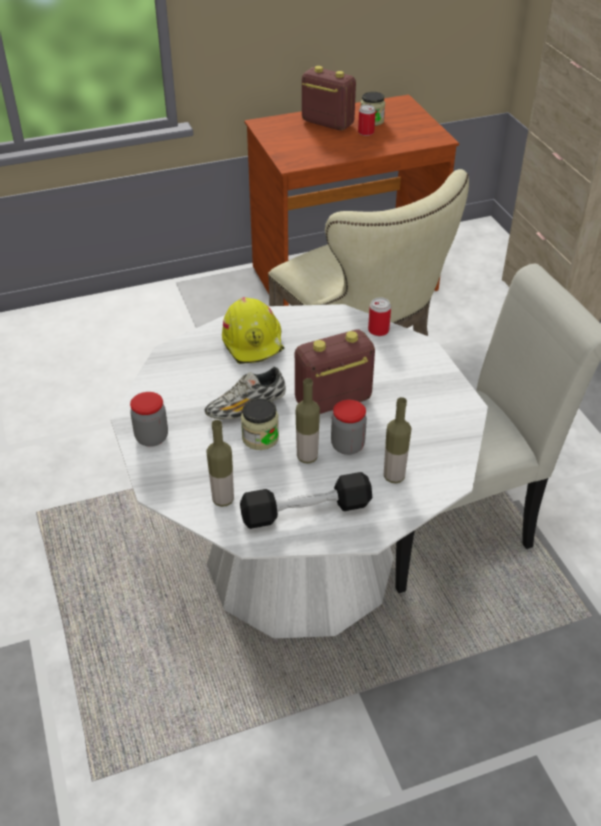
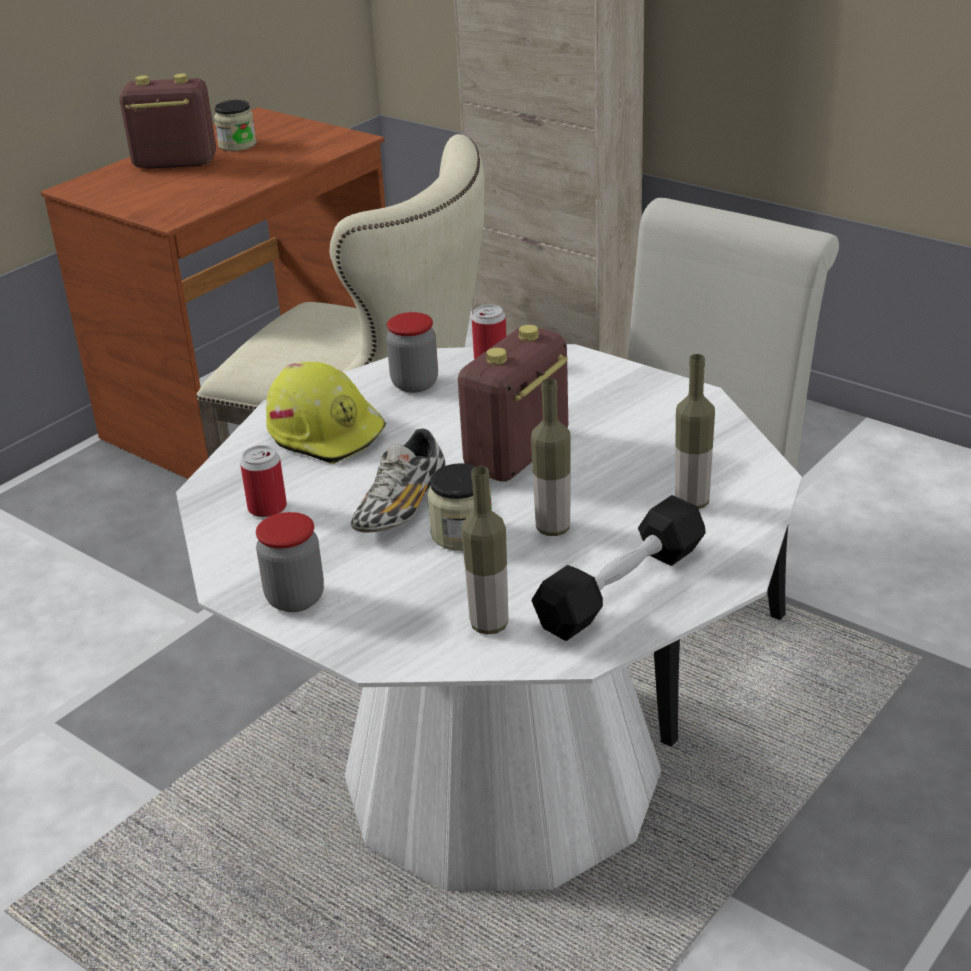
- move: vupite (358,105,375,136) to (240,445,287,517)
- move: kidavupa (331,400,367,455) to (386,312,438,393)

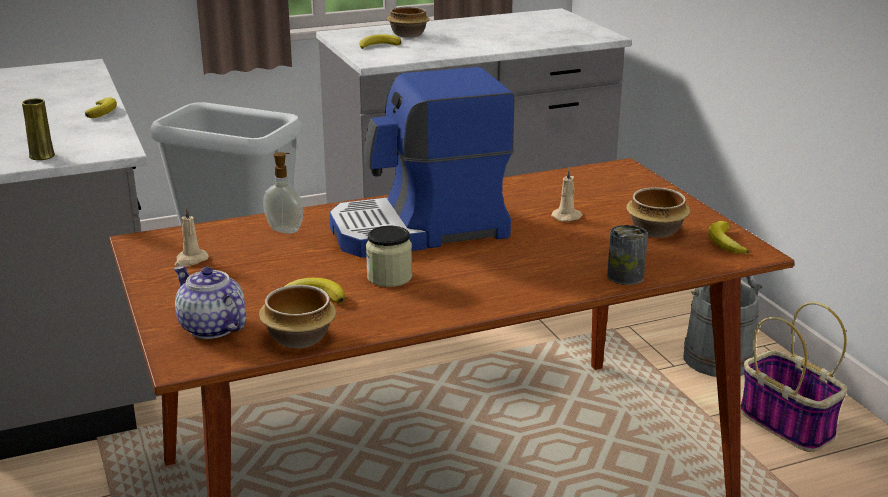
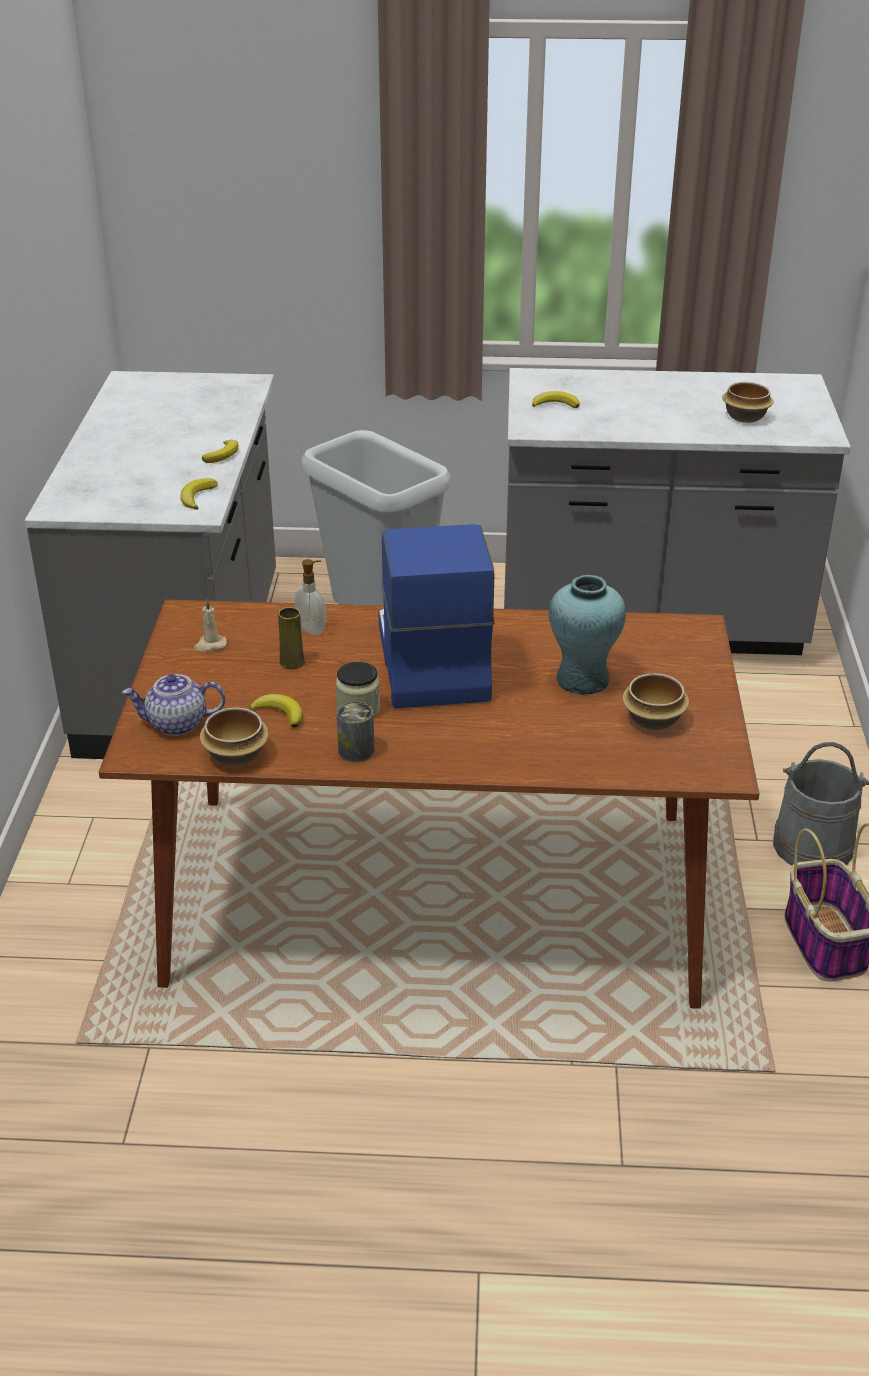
- move: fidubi (387,7,430,38) to (722,382,773,423)
- rotate: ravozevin (329,66,515,258) = (378,524,495,708) 75 degrees clockwise
- move: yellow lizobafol (22,98,55,160) to (278,607,305,669)
- replace: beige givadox (552,167,582,222) to turquoise lizobafol (549,575,626,695)
- move: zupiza (708,221,749,254) to (180,478,218,510)
- move: vupite (607,225,648,285) to (337,702,374,762)
- rotate: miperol (174,266,246,339) = (122,674,225,736) 75 degrees counterclockwise

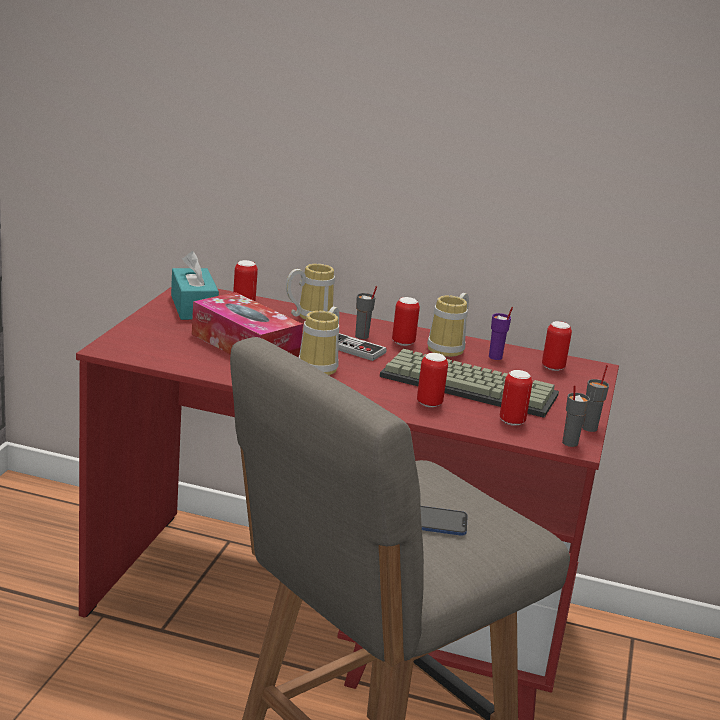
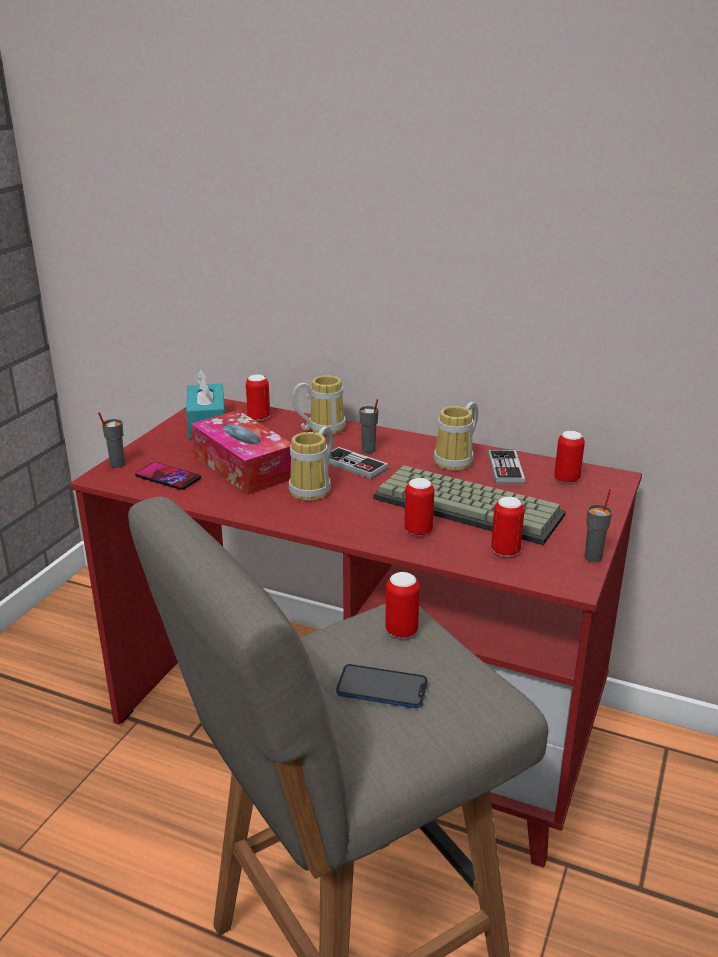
- move: vupite (392,297,420,346) to (385,572,420,638)
- replace: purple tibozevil (489,307,513,360) to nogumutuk (488,450,525,485)
- move: grey tibozevil (562,385,590,447) to (98,412,125,468)
- insert: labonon (135,462,201,490)

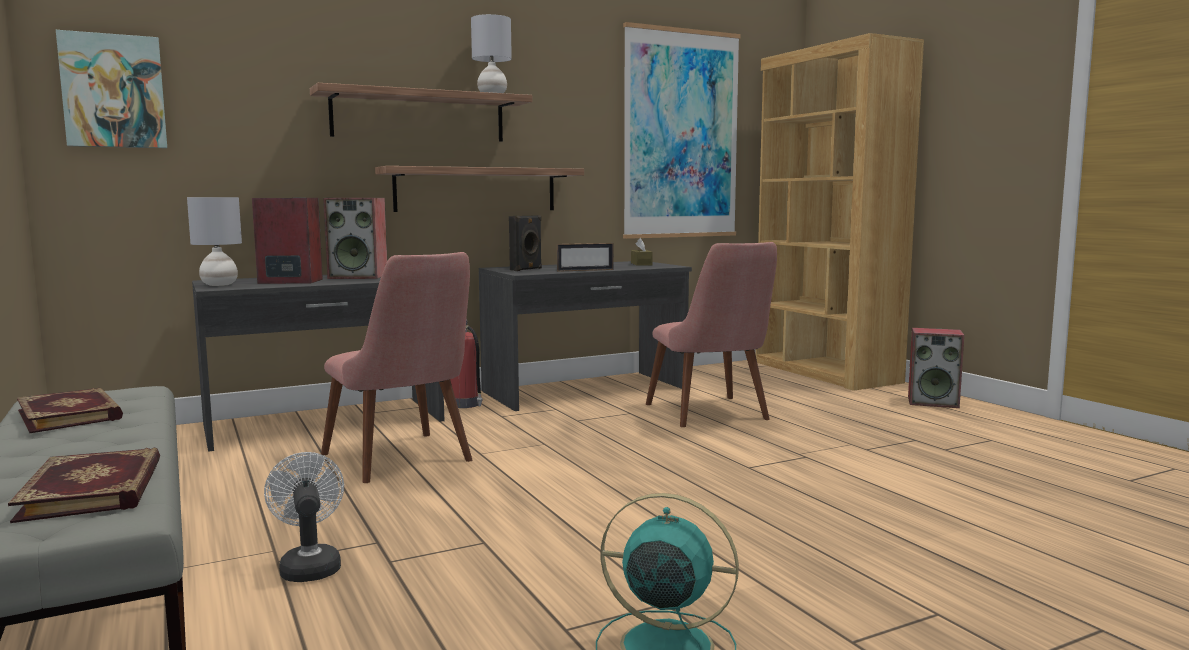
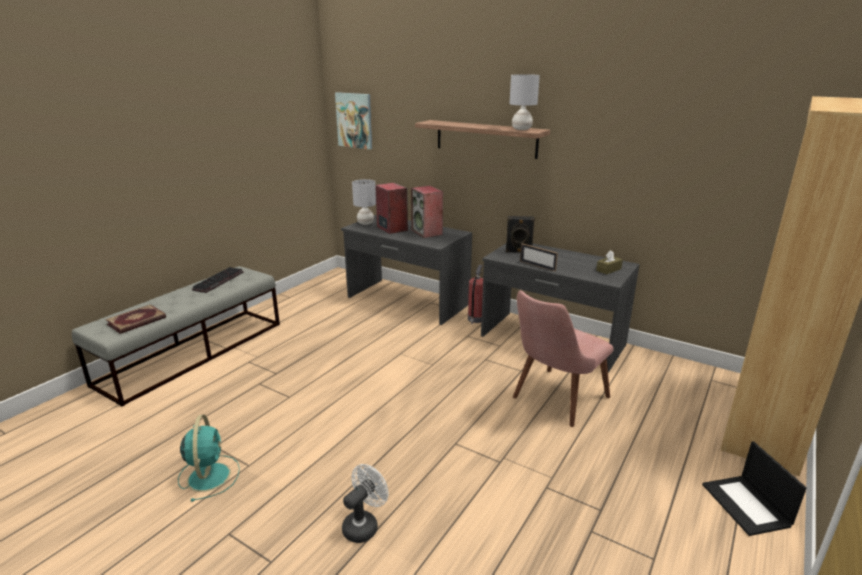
- delete: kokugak (623,22,741,239)
- delete: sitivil (375,166,584,212)
- delete: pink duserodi (321,252,473,483)
- replace: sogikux (908,328,964,408) to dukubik (702,441,807,536)
- replace: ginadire (17,388,123,433) to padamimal (192,267,244,293)
- move: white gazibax (264,452,344,582) to (342,464,389,543)

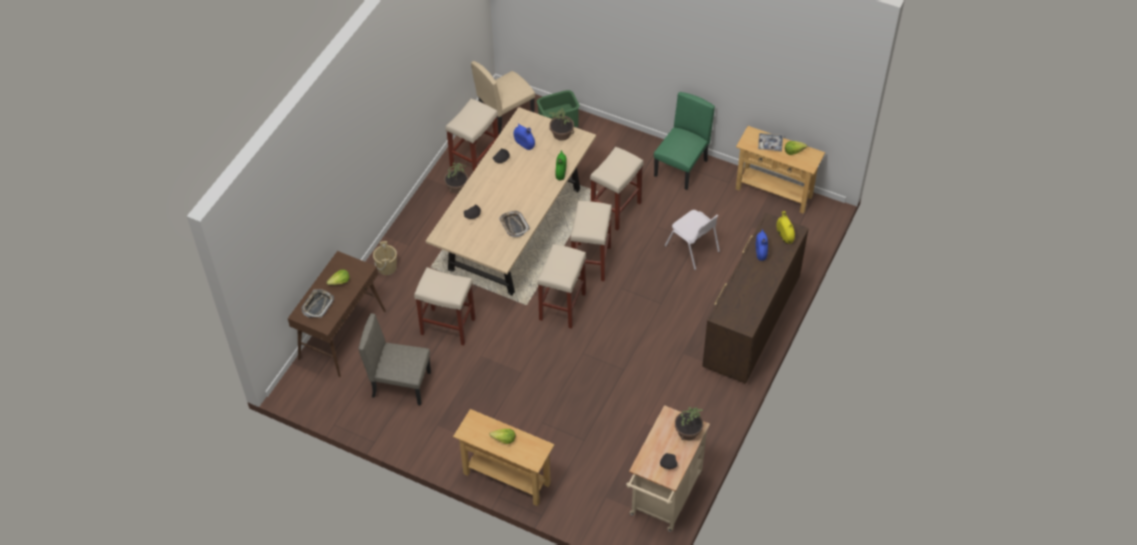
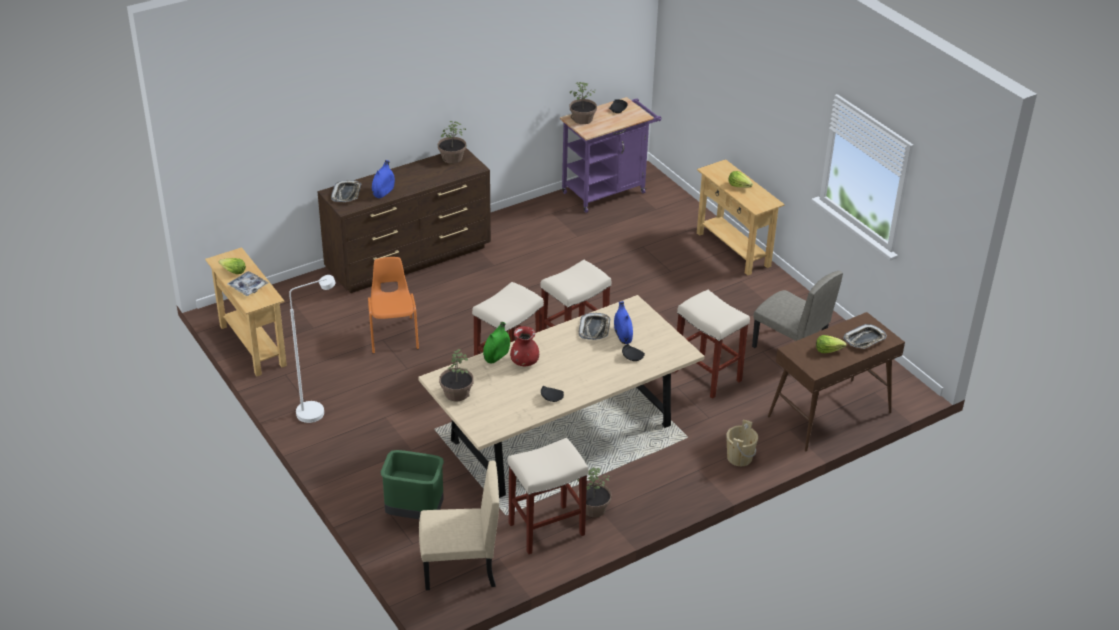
- replace: green duserodi (654,92,715,190) to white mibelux (289,275,336,423)
- move: blue lizobafol (514,123,535,150) to (614,301,633,344)
- delete: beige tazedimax (590,147,643,230)
- recolor: white duserodi (665,210,720,270) to orange duserodi (368,257,419,354)
- replace: yellow lizobafol (776,211,795,244) to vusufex (331,180,362,202)
- recolor: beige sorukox (626,405,710,532) to purple sorukox (560,97,661,213)
- insert: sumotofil (438,121,466,164)
- insert: red lizobafol (510,326,539,366)

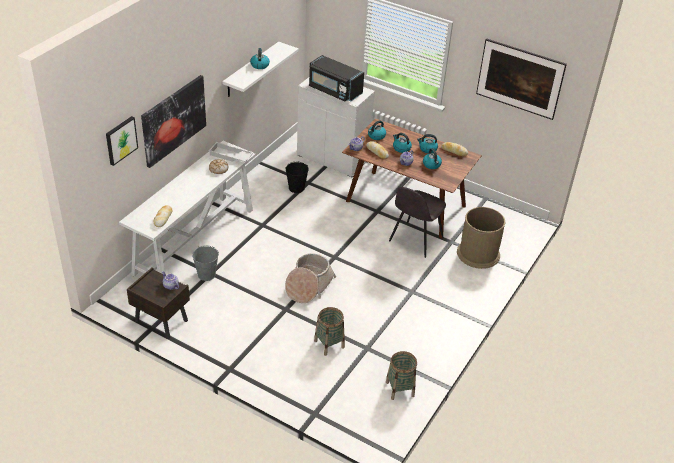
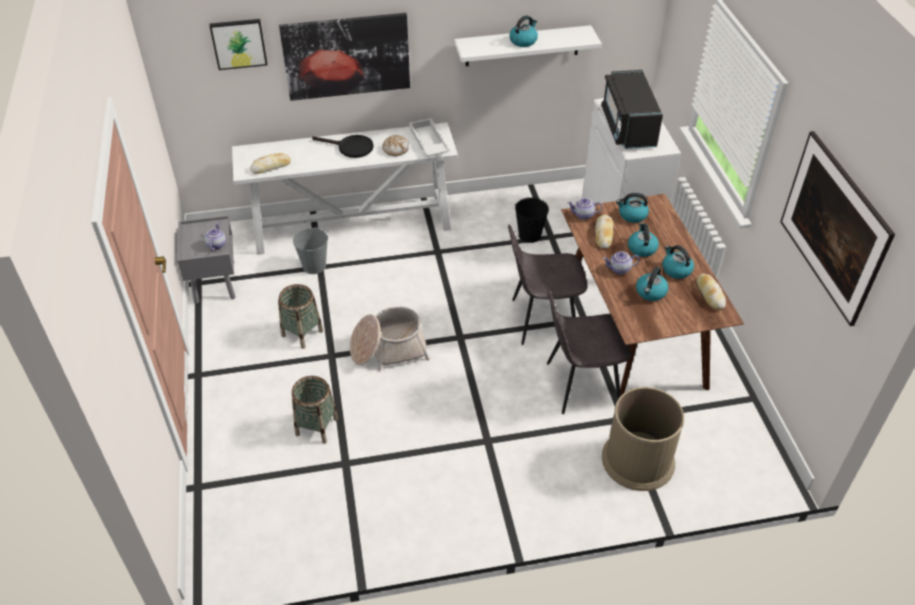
- recolor: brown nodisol (127,267,190,339) to grey nodisol (177,215,235,304)
- move: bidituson (386,351,417,400) to (278,284,323,349)
- insert: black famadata (312,135,373,158)
- insert: grey duserodi (508,224,587,345)

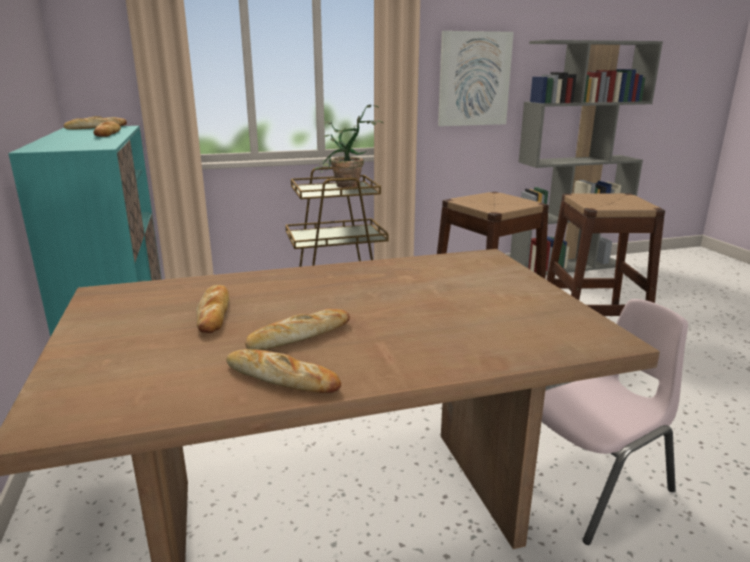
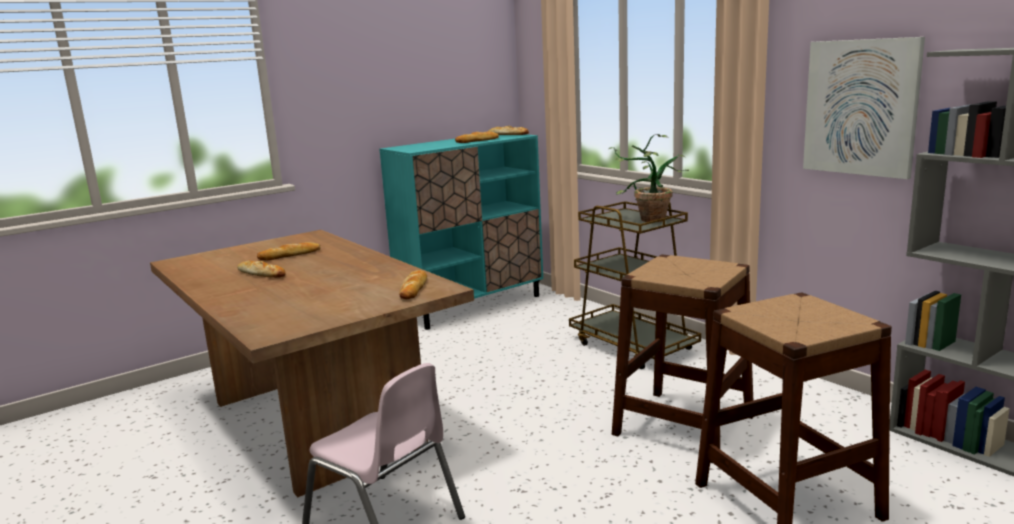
- move: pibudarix (227,349,341,393) to (399,270,427,299)

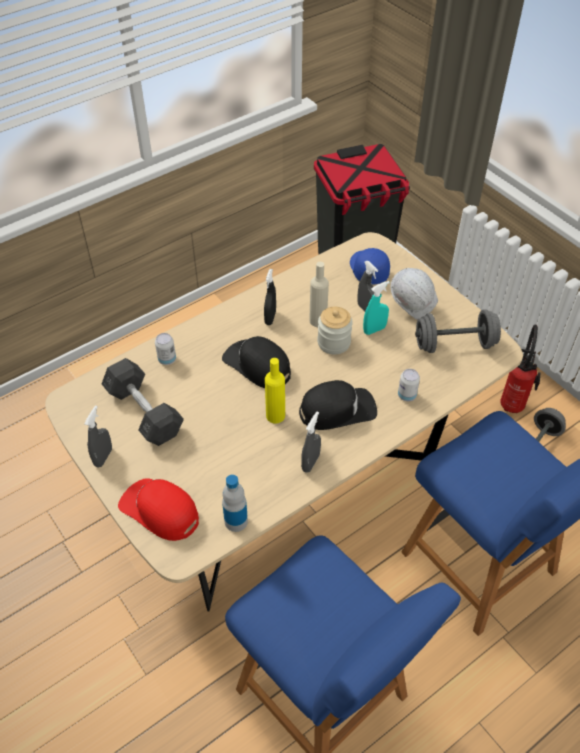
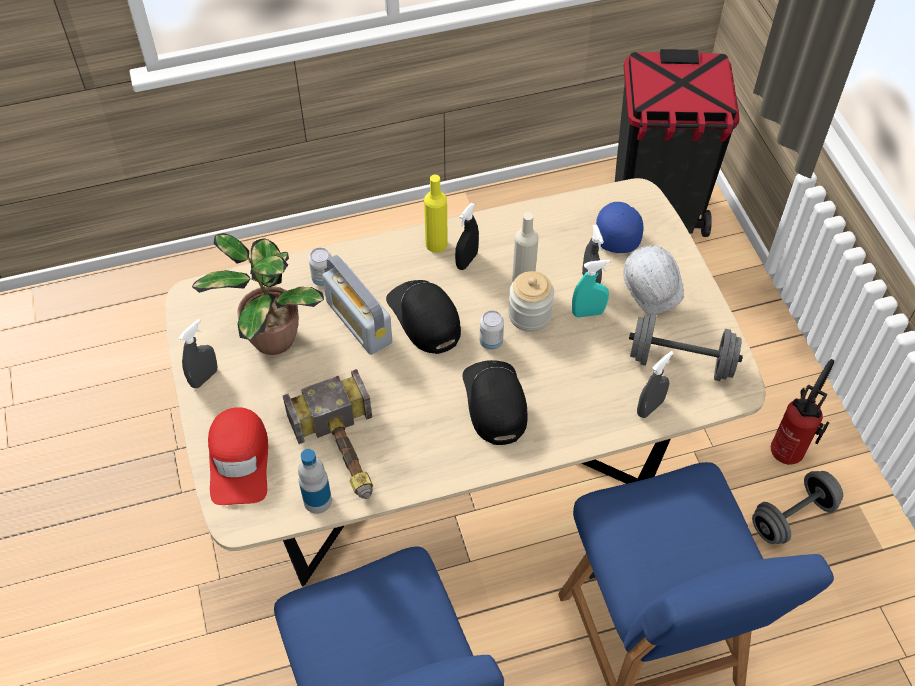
- replace: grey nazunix (102,358,184,446) to sumotofil (192,233,324,355)
- move: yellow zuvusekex (265,358,285,424) to (424,175,448,253)
- move: vupite (398,369,420,401) to (480,311,504,350)
- rotate: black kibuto (299,380,377,430) = (462,360,528,445) 105 degrees counterclockwise
- move: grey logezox (301,411,321,473) to (637,351,674,418)
- rotate: red kibuto (118,478,199,541) = (208,407,268,505) 150 degrees counterclockwise
- insert: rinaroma (322,255,392,355)
- insert: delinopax (282,369,373,499)

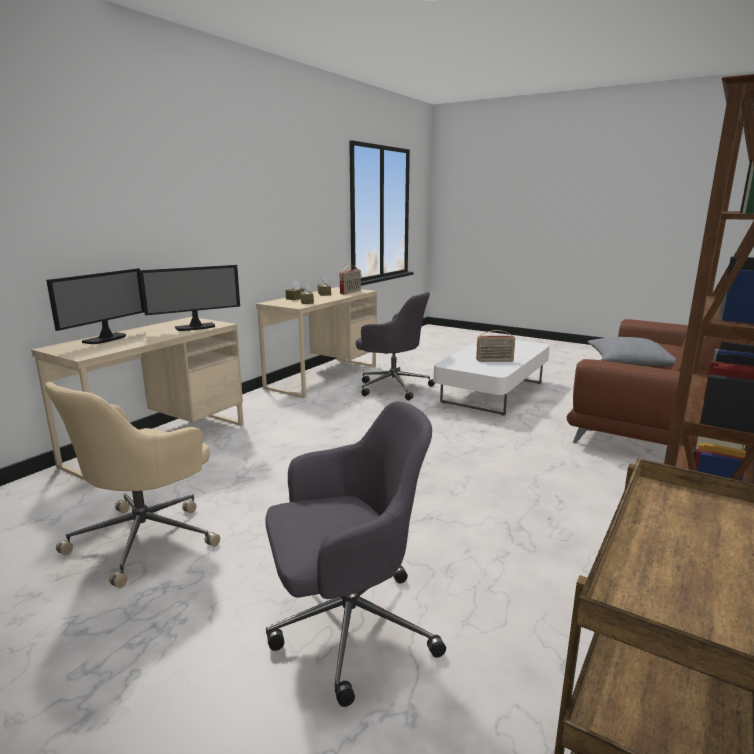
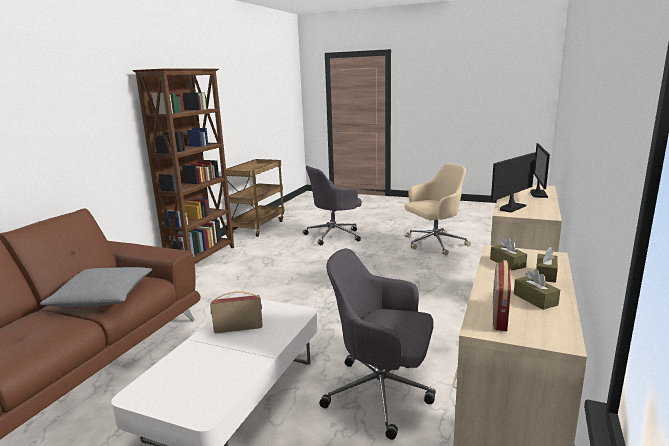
- rotate: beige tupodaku (45,382,220,588) = (405,164,471,255) 45 degrees clockwise

